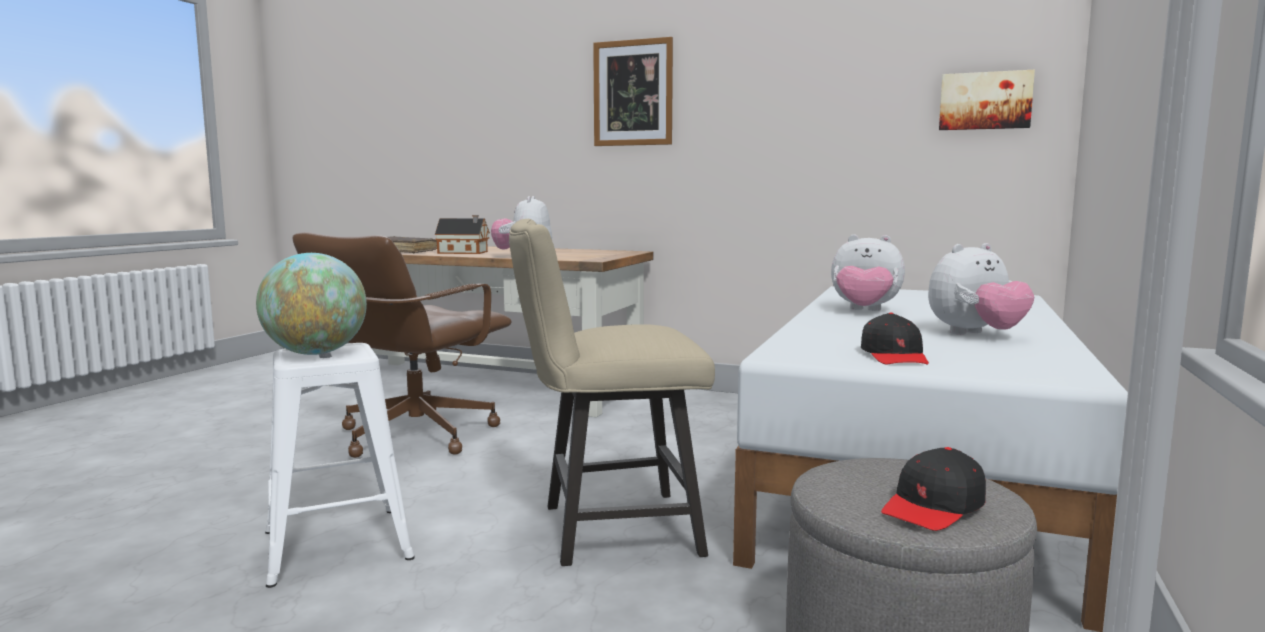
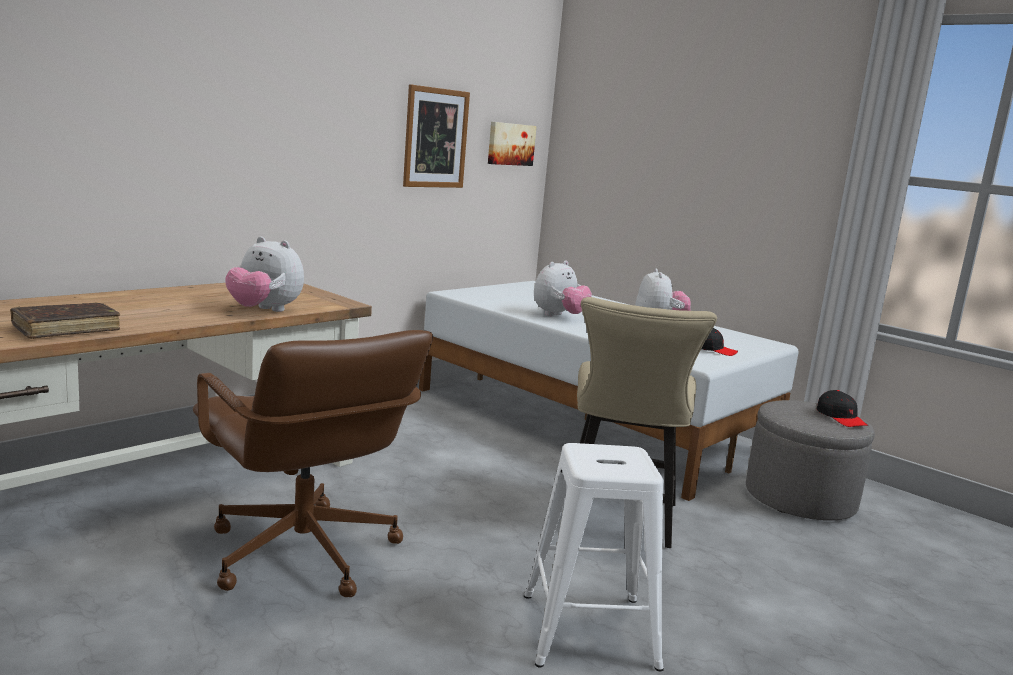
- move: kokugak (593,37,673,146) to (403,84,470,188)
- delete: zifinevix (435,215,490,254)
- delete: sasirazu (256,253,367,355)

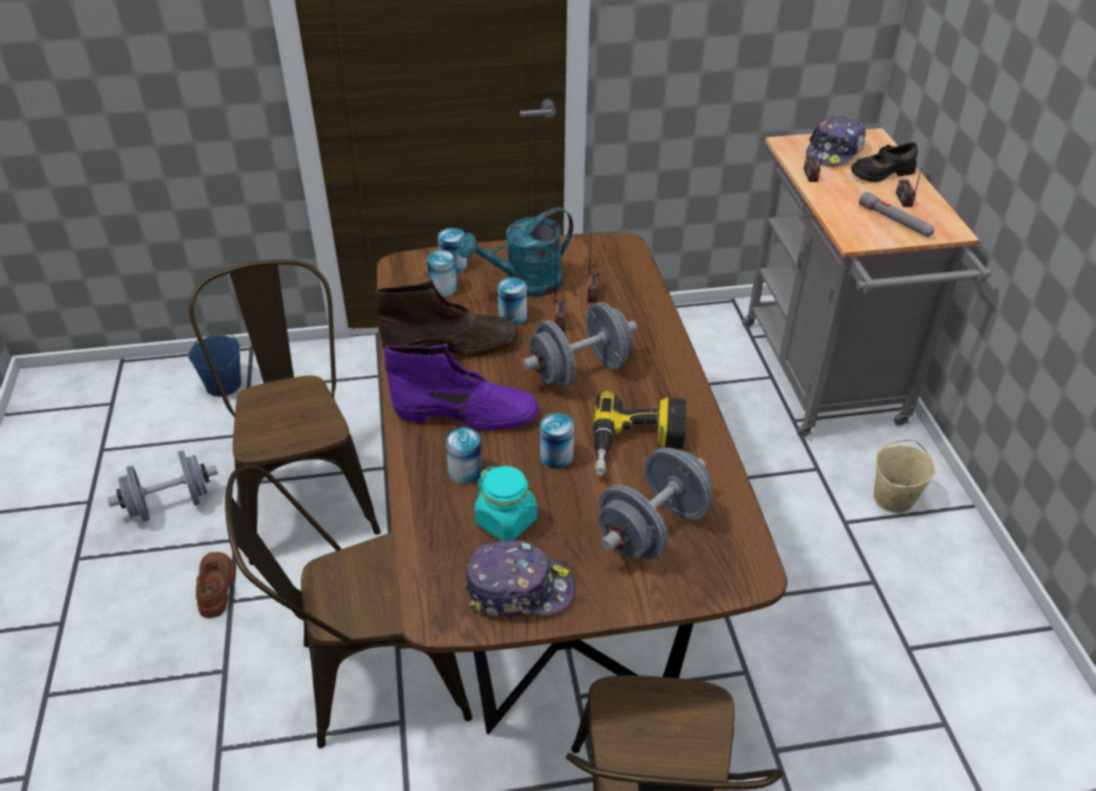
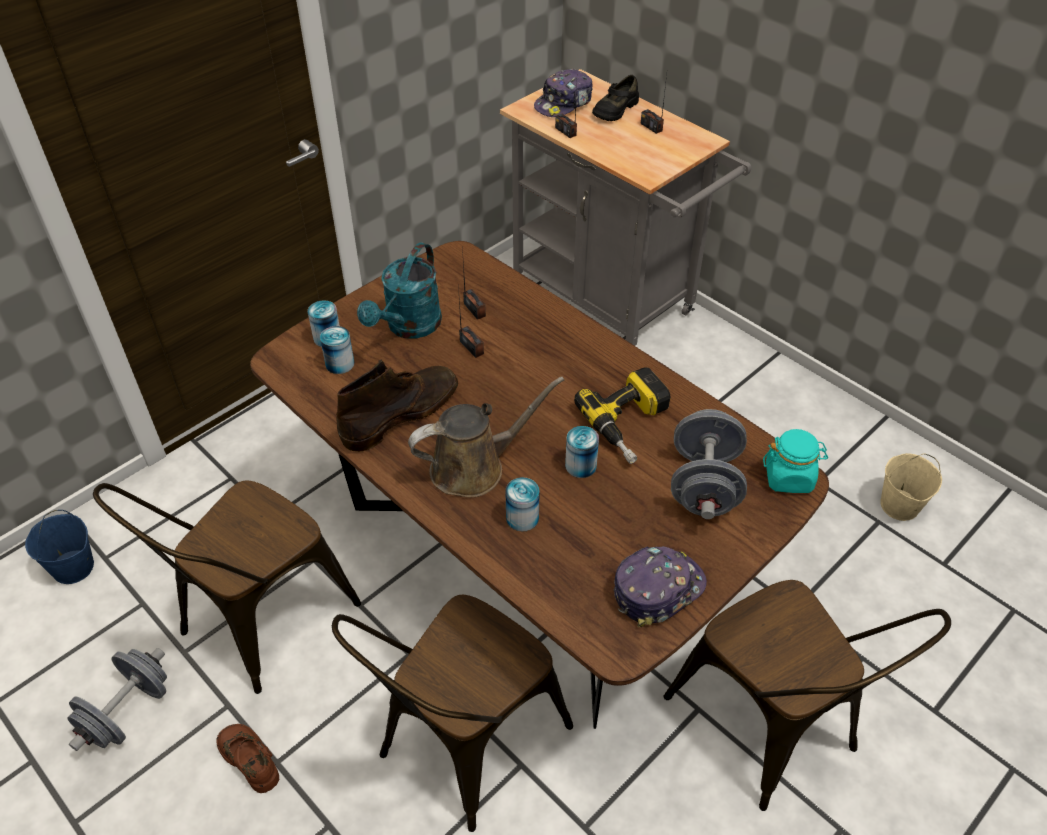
- rotate: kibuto (806,114,866,167) = (534,69,593,117) 45 degrees clockwise
- delete: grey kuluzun (859,192,934,237)
- rotate: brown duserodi (189,260,381,565) = (93,481,361,694) 90 degrees counterclockwise
- delete: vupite (498,277,527,325)
- delete: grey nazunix (522,302,637,388)
- replace: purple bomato (384,344,539,431) to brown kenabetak (408,377,564,498)
- move: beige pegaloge (873,440,936,513) to (880,453,942,521)
- move: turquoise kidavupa (475,466,537,541) to (763,429,828,493)

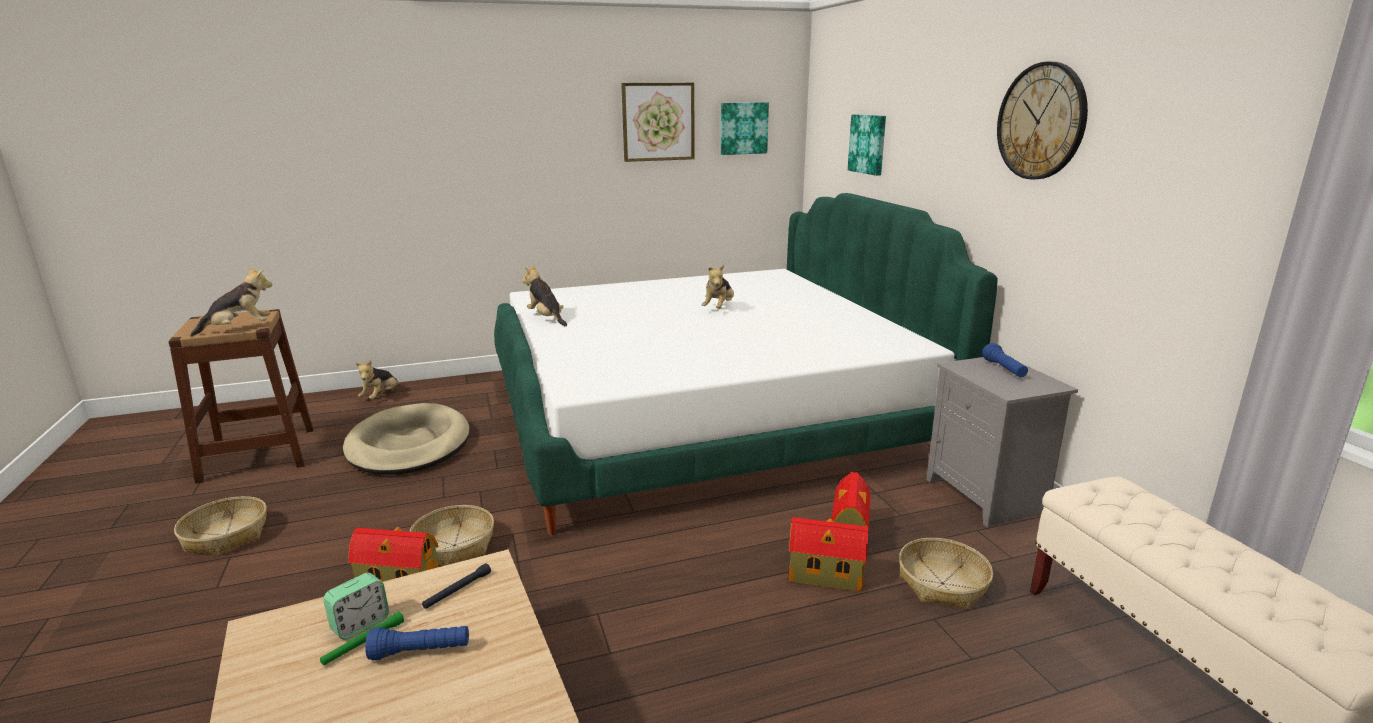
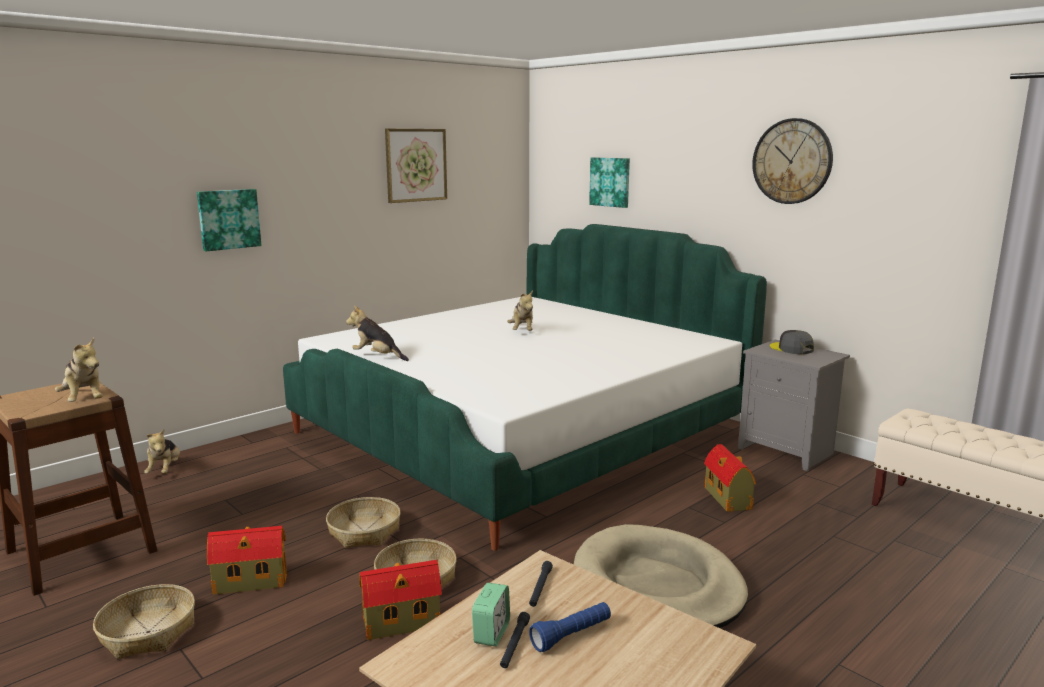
- move: kokugak (721,102,769,155) to (197,189,262,251)
- rotate: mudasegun (191,266,272,336) = (55,338,103,402) 105 degrees clockwise
- replace: blue kuluzun (982,343,1028,377) to grey kibuto (770,330,814,354)
- move: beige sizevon (343,403,470,475) to (574,524,748,628)
- move: zifinevix (789,517,869,592) to (207,526,287,595)
- move: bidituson (899,538,993,610) to (326,497,401,548)
- recolor: green kuluzun (320,611,404,665) to black kuluzun (500,612,530,668)

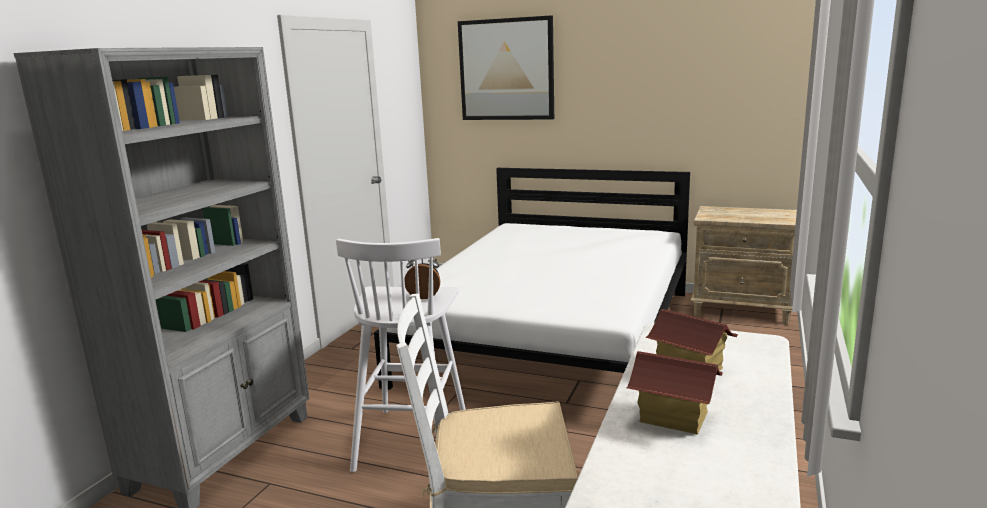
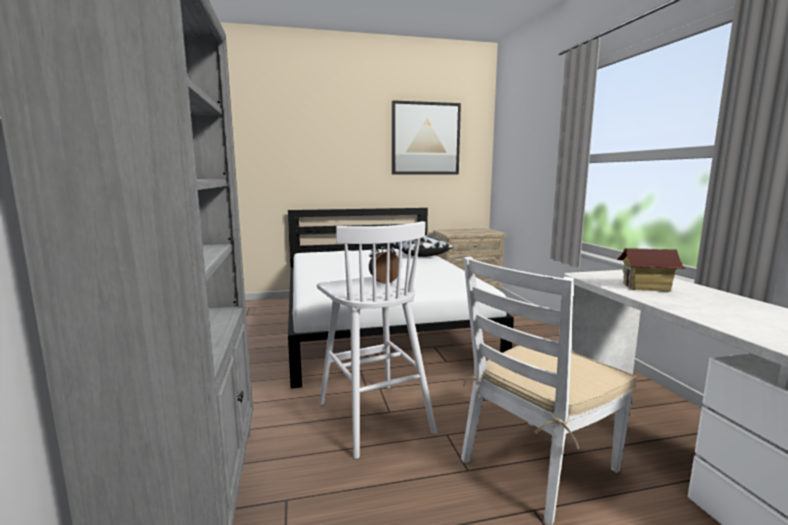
- move: kokugak (458,15,554,120) to (392,100,461,175)
- delete: zifinevix (627,351,723,435)
- insert: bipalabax (390,235,453,257)

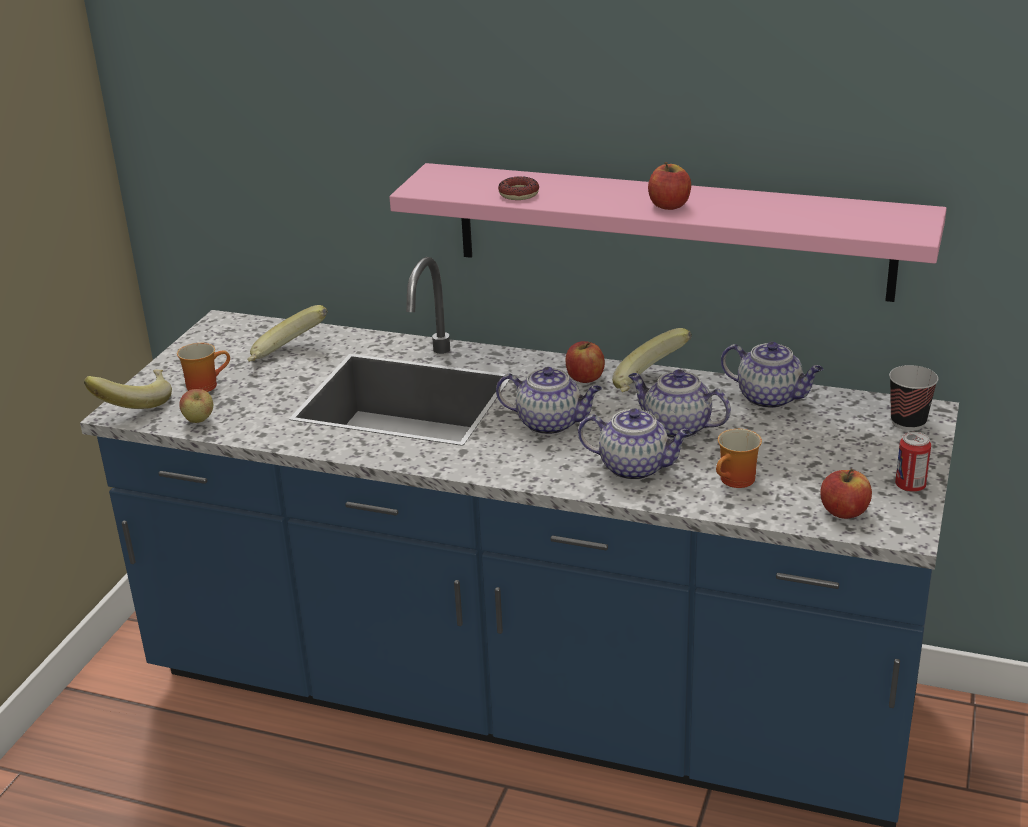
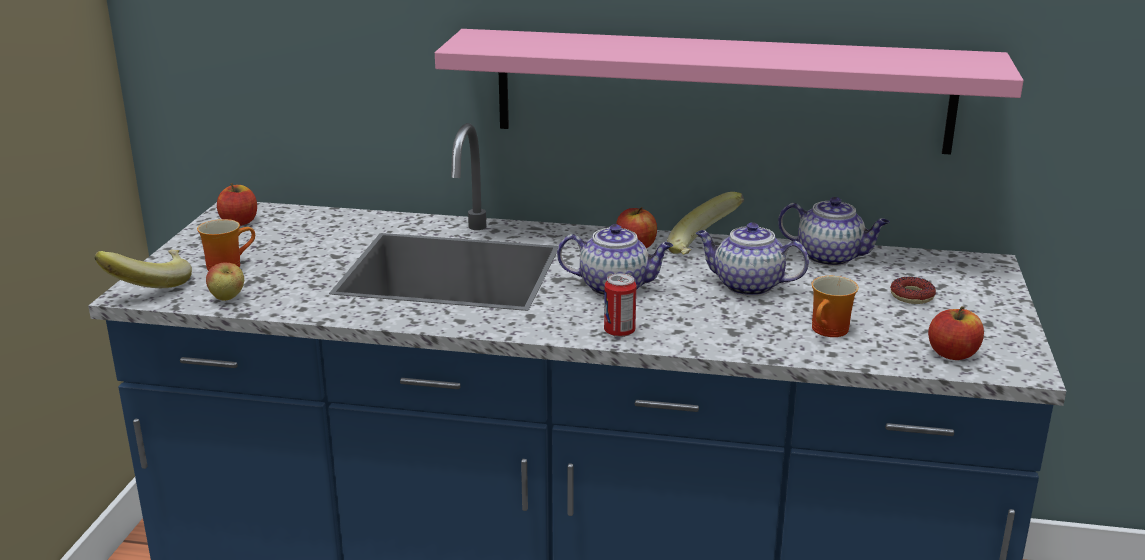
- move: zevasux (648,162,691,210) to (217,183,257,226)
- move: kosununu (498,176,539,200) to (890,277,936,304)
- delete: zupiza (247,305,327,362)
- delete: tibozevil (889,365,938,430)
- delete: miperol (578,408,692,480)
- move: vupite (895,432,931,492) to (604,273,636,337)

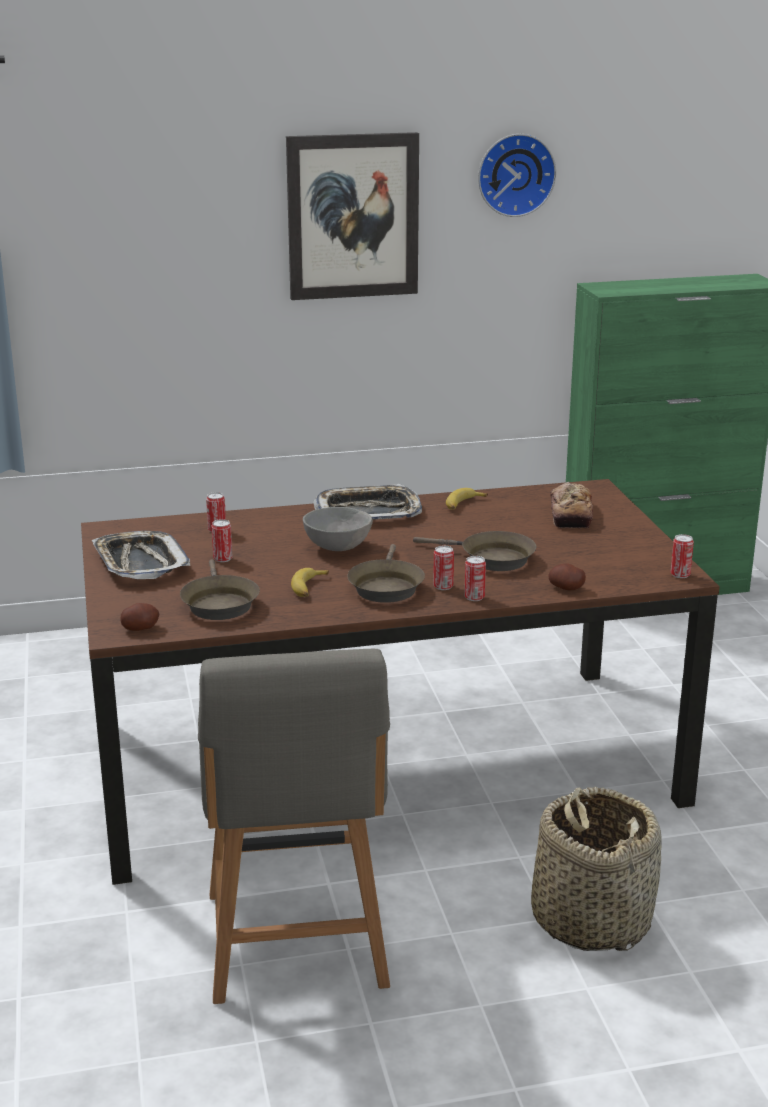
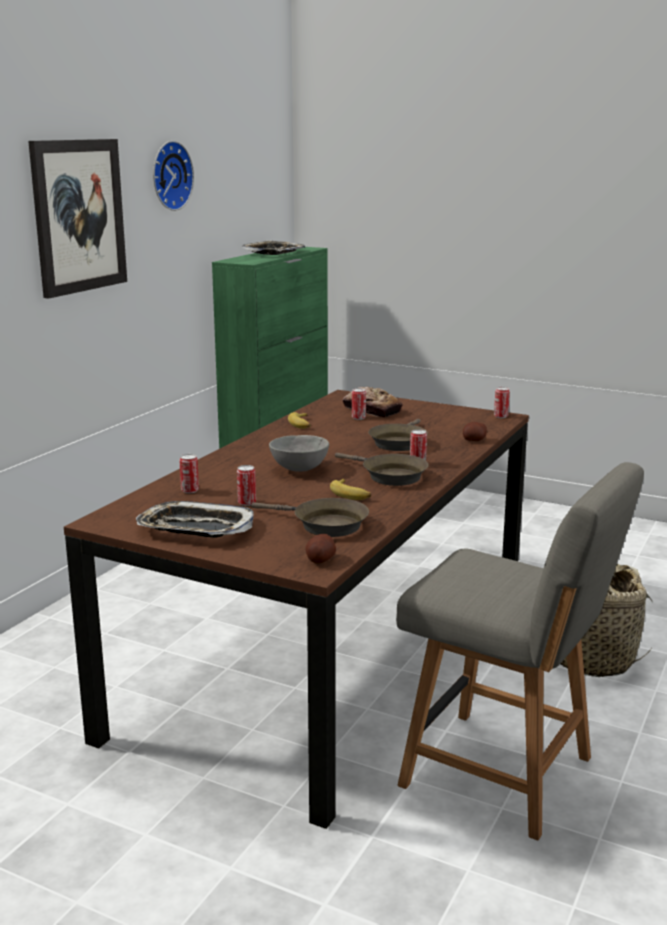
- move: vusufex (313,484,422,520) to (242,241,305,255)
- rotate: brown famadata (413,531,536,571) = (368,419,428,451) 135 degrees clockwise
- move: vupite (464,556,486,601) to (352,388,366,420)

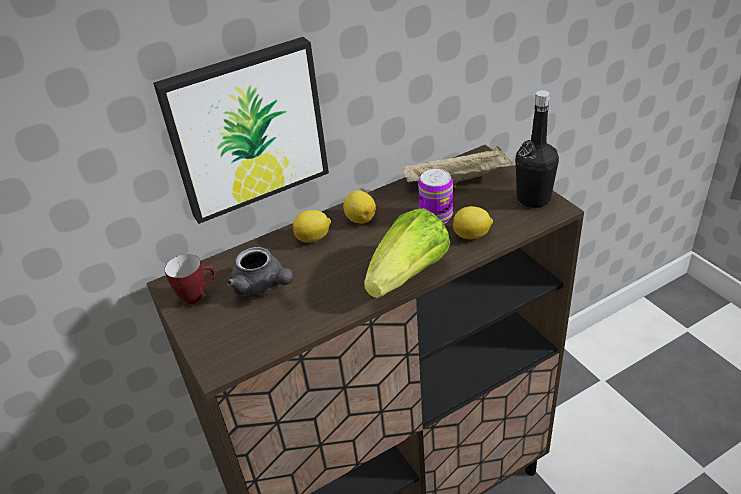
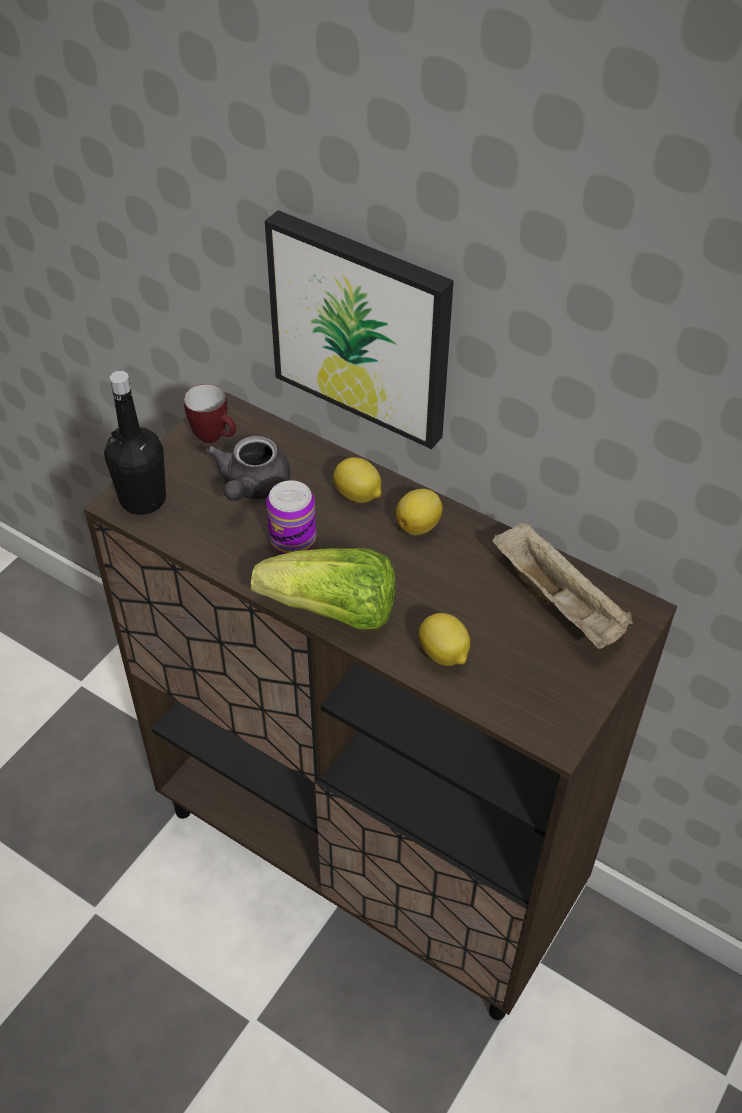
- move: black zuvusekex (516,90,559,208) to (104,371,166,515)
- move: vupite (418,169,453,224) to (266,480,316,554)

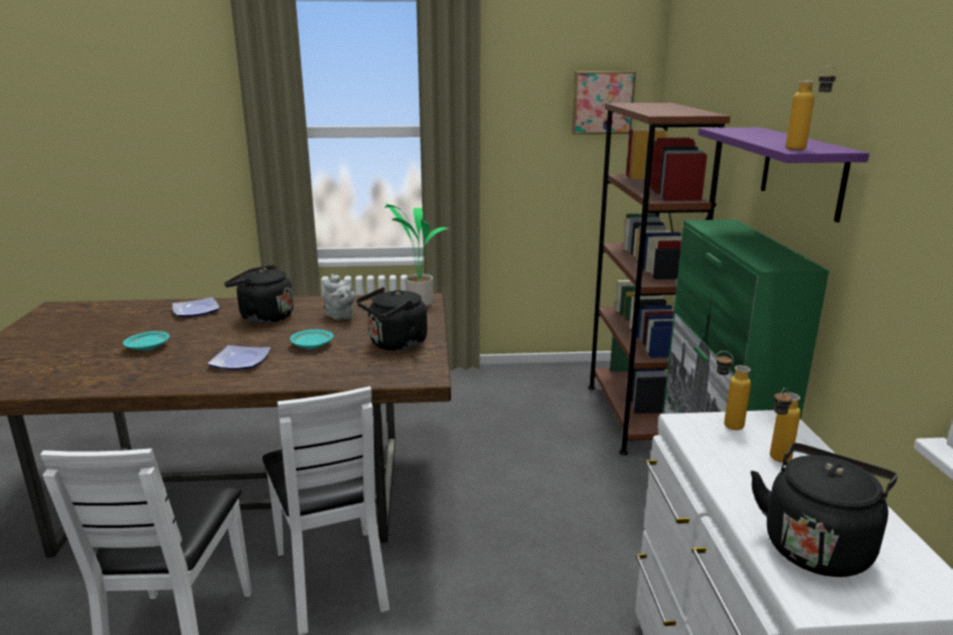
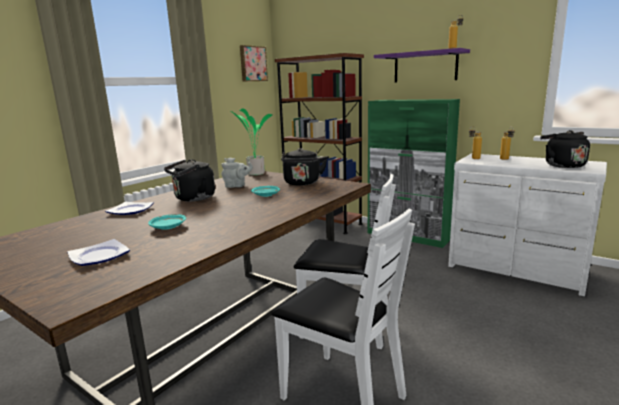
- move: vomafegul (207,345,271,370) to (67,239,130,266)

